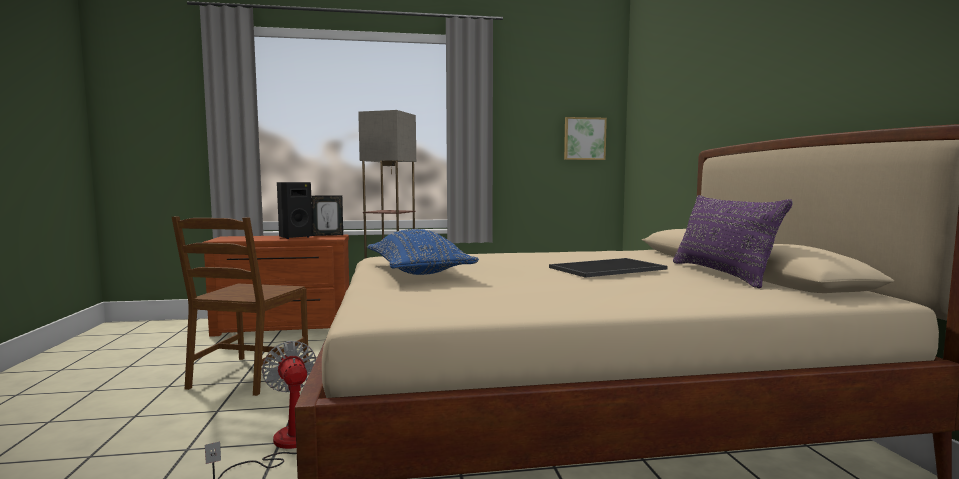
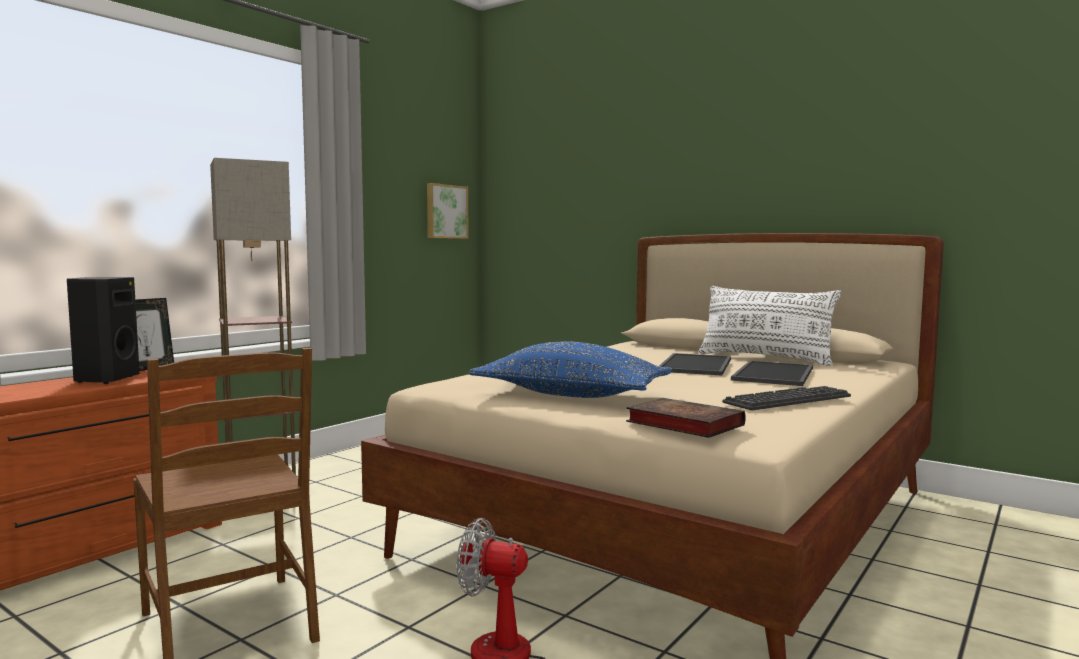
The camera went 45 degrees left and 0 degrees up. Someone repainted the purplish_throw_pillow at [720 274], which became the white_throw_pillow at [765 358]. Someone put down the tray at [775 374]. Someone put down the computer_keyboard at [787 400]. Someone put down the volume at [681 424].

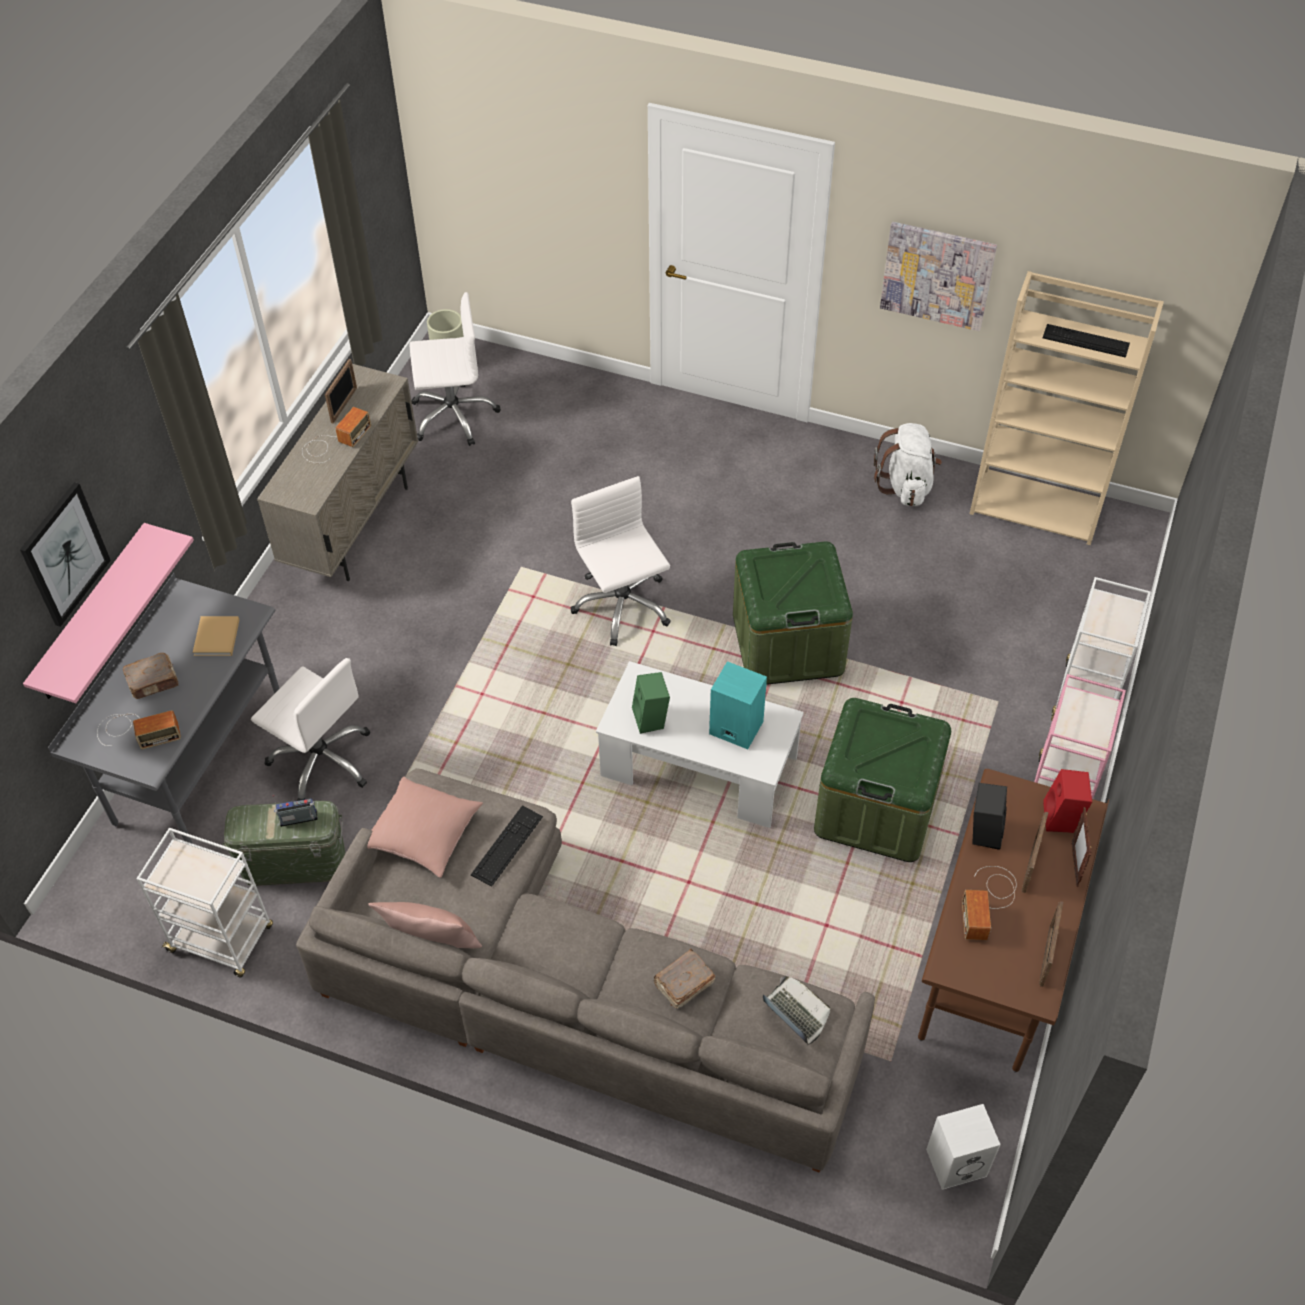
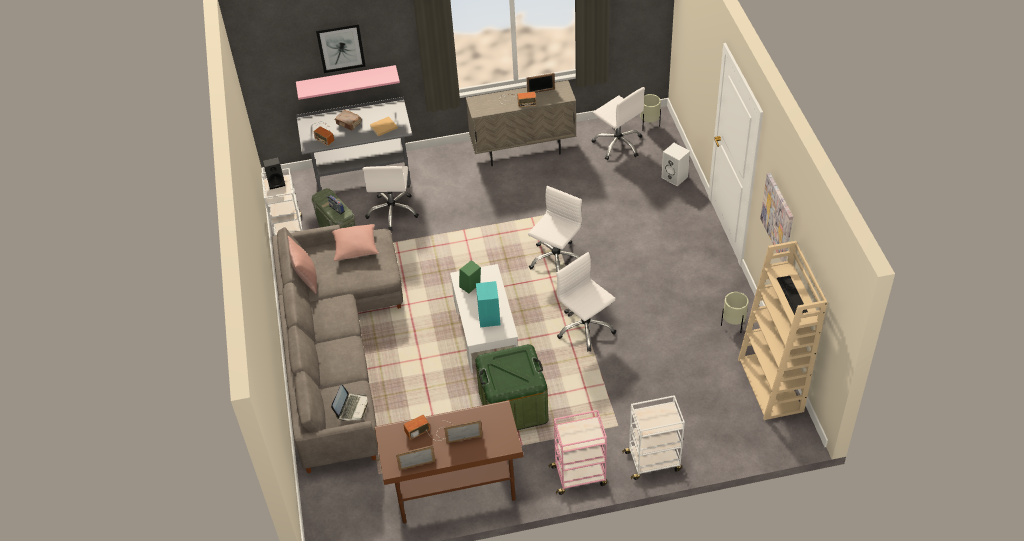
The camera went 60 degrees right and 5 degrees down. Someone swapped the white_backpack at [906 485] for the beige_planter at [733 325]. Someone swapped the greenish_storage_box at [787 643] for the white_desk_chair at [585 328]. Someone took away the red-coloured_loudspeaker at [1062 819]. Someone carried the black_loudspeaker from [983 831] to [277 182]. Someone took away the computer_keyboard at [507 845]. Someone took away the picture_frame at [1074 864]. Someone took away the brown_volume at [683 984]. Someone carried the white_loudspeaker from [957 1161] to [675 177].

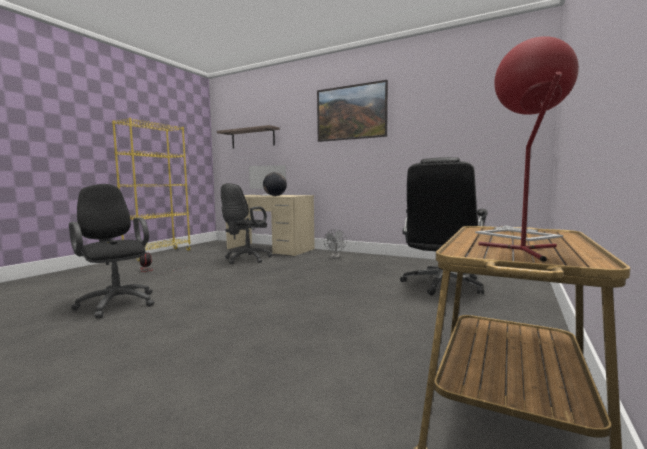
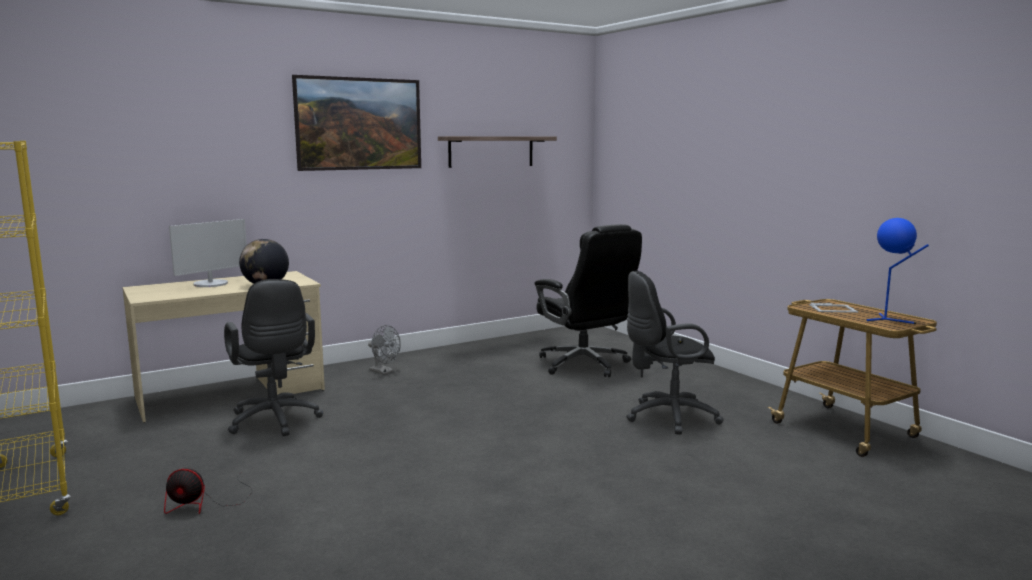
The camera went 60 degrees left and 5 degrees up. Someone repainted the red-coloured_table_lamp at [525 251], which became the blue-coloured_table_lamp at [889 320]. Someone carried the bracket_shelf from [252 138] to [491 151]. Someone carried the black_desk_chair from [116 303] to [667 417].

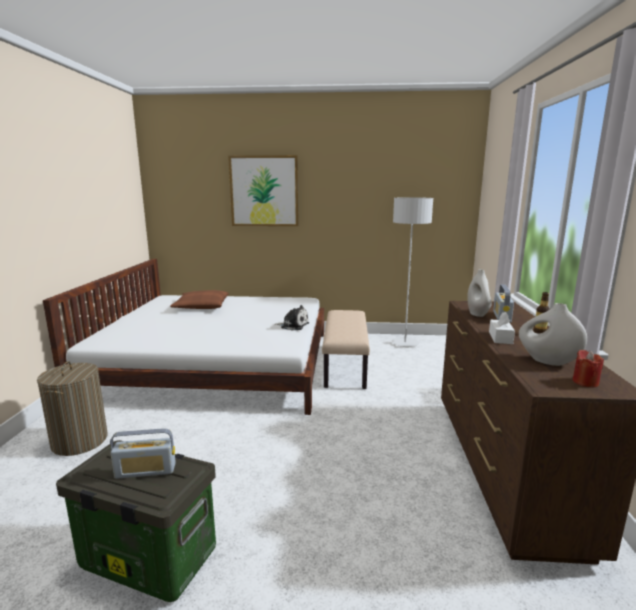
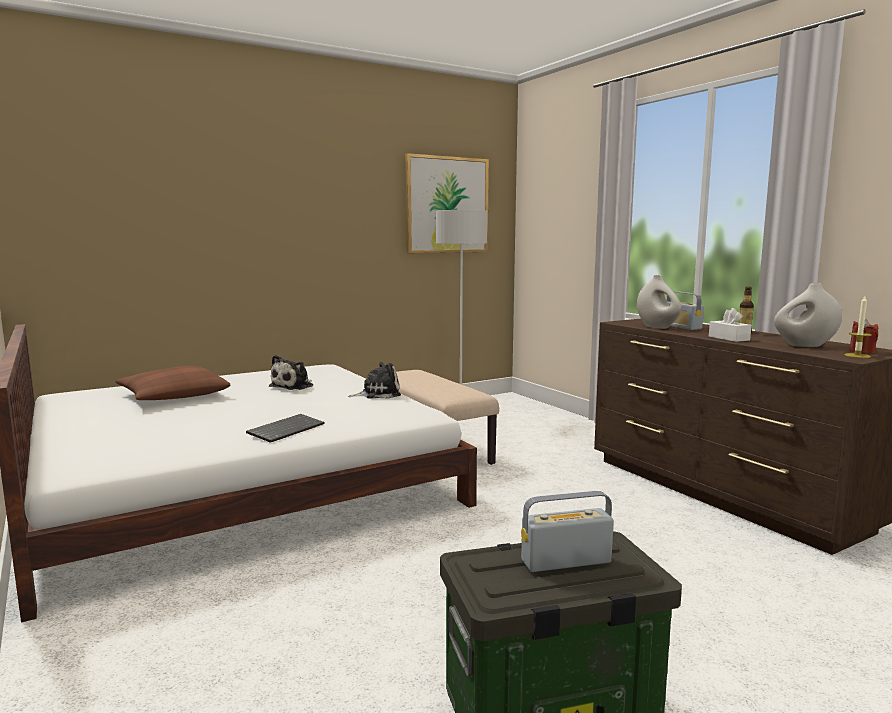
The camera went 35 degrees left and 5 degrees down. Someone carried the wall_picture from [264 191] to [447 205]. Someone took away the laundry_basket at [80 441]. Someone rotated the radio at [146 471] by 150 degrees counterclockwise. Someone put down the wax_light at [857 356]. Someone put down the cuddly_toy at [293 386]. Someone put down the computer_keyboard at [286 429].

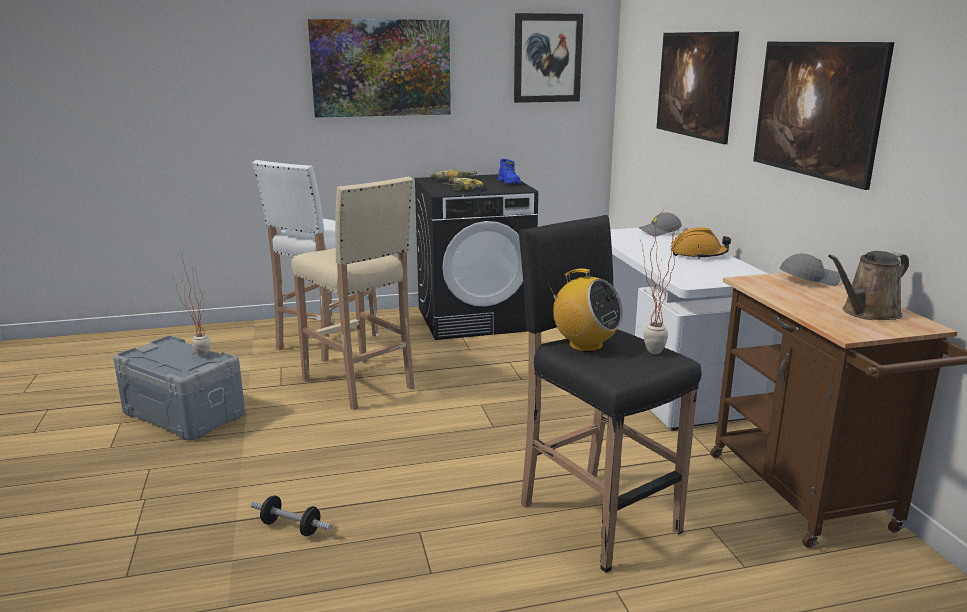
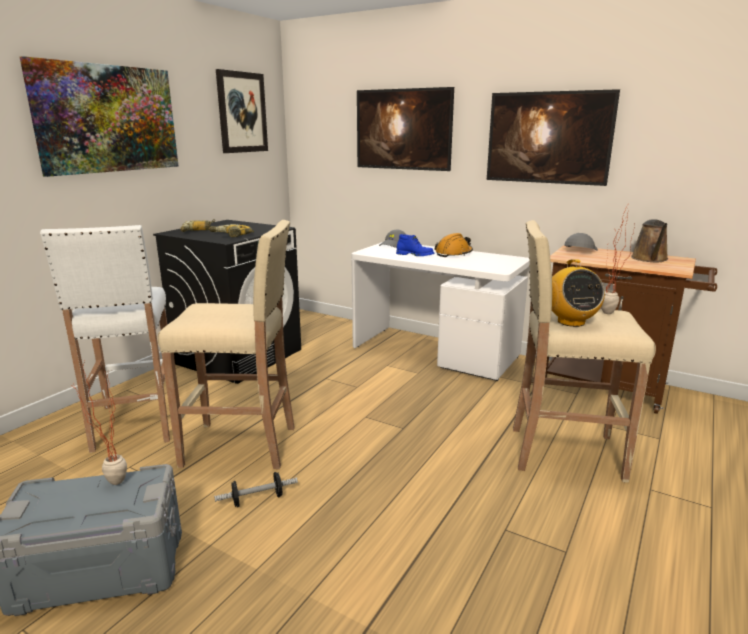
The camera went 45 degrees left and 0 degrees up. Someone carried the blue-coloured_high-top_boot from [509 182] to [415 255]. Someone repainted the black_sitting_stool at [596 516], which became the beige_sitting_stool at [562 452]. Someone rotated the radio at [585 345] by 90 degrees clockwise. Someone carried the hand_weight from [291 527] to [257 499].

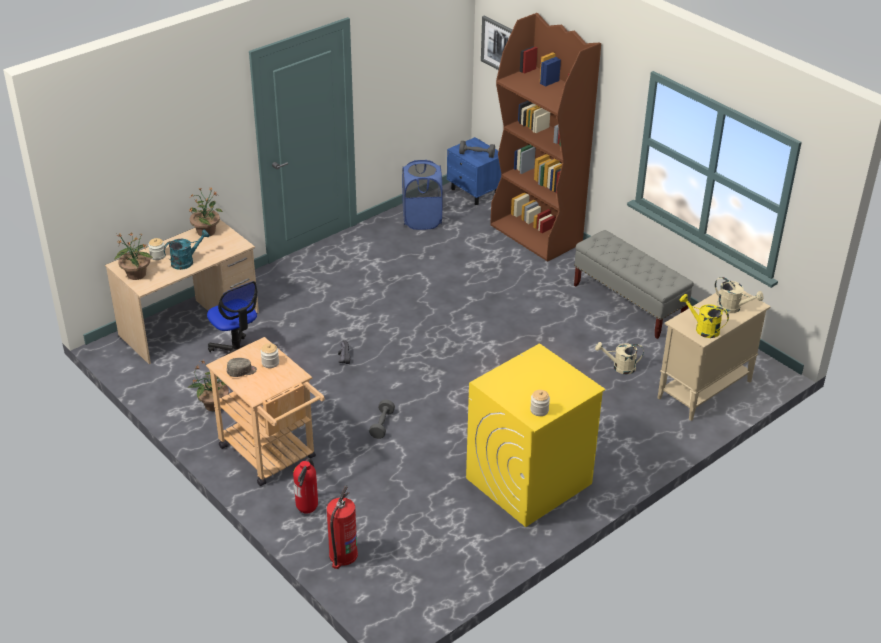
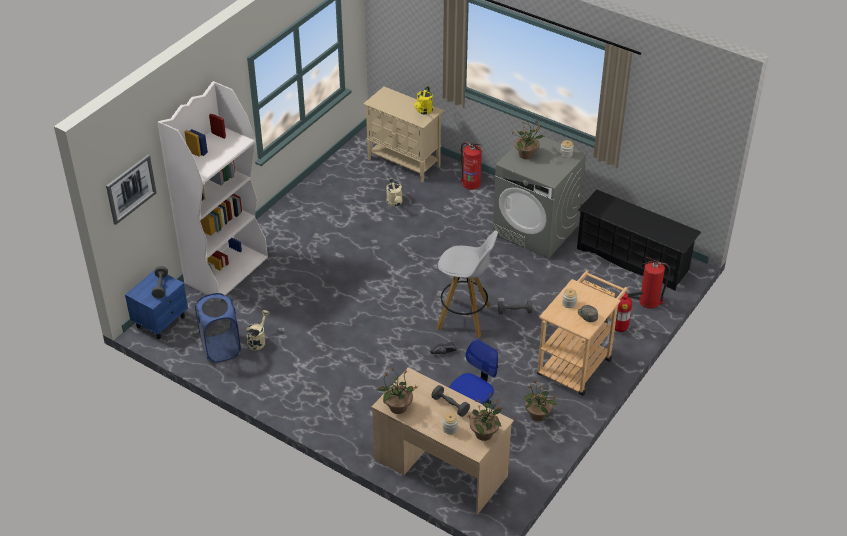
The camera went 105 degrees left and 5 degrees up. Someone repainted the brown_shelving_unit at [536 235], which became the white_shelving_unit at [226 270]. Someone swapped the turquoise_watering_pot at [186 261] for the gray_hand_weight at [450 405]. Someone took away the gray_bench at [628 304]. Someone carried the beige_watering_pot from [733 308] to [258 340]. Someone repainted the yellowish_washing_machine at [528 481], which became the gray_washing_machine at [536 229]. Someone put down the potted_plant at [526 154]. Someone put down the fire-fighting_cylinder at [470 183]. Someone put down the black_shoe_shelf at [633 259]. Someone put down the white_sitting_stool at [465 317].

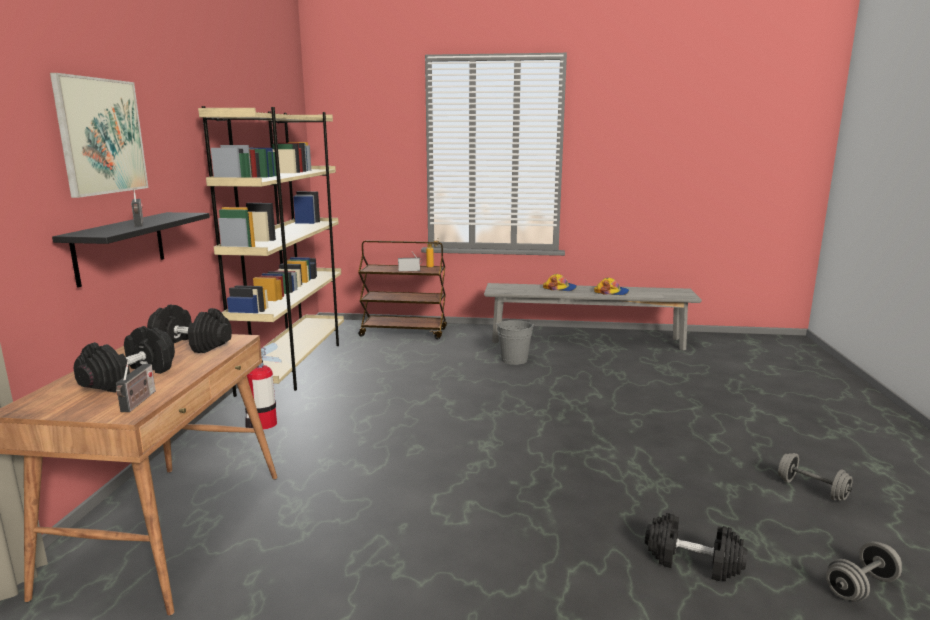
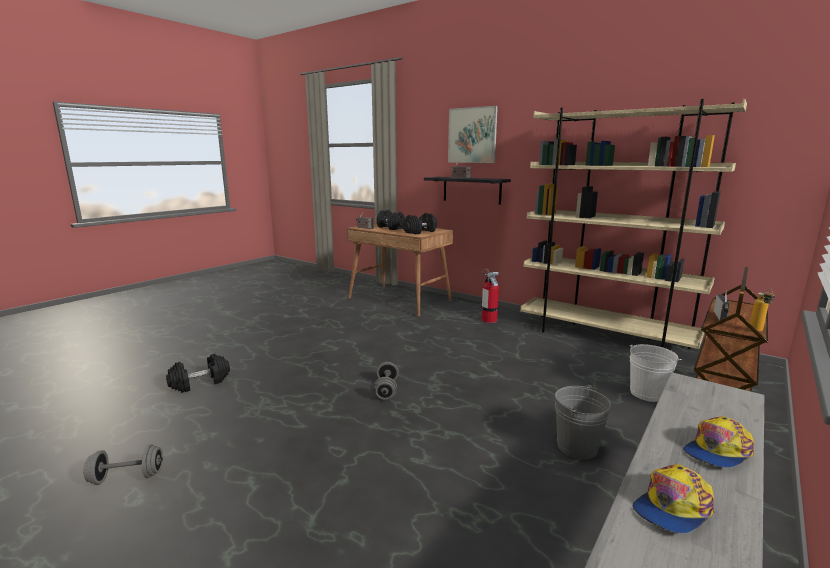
The camera went 120 degrees right and 0 degrees up. Someone carried the gray_hand_weight from [860 587] to [386 390]. Someone put down the white_bucket at [647 393].

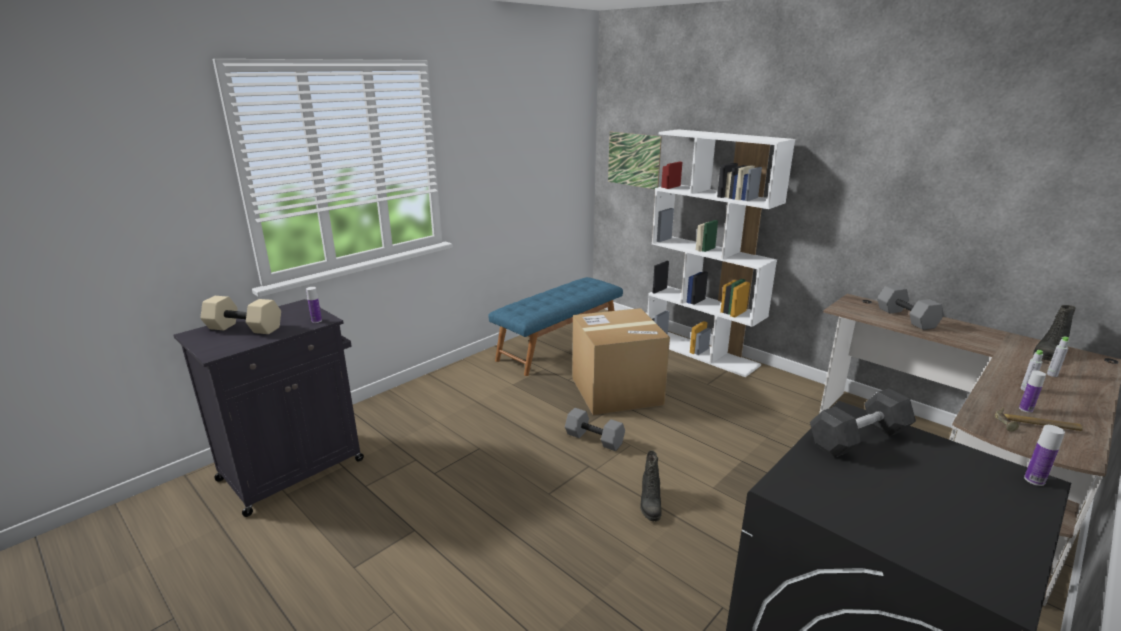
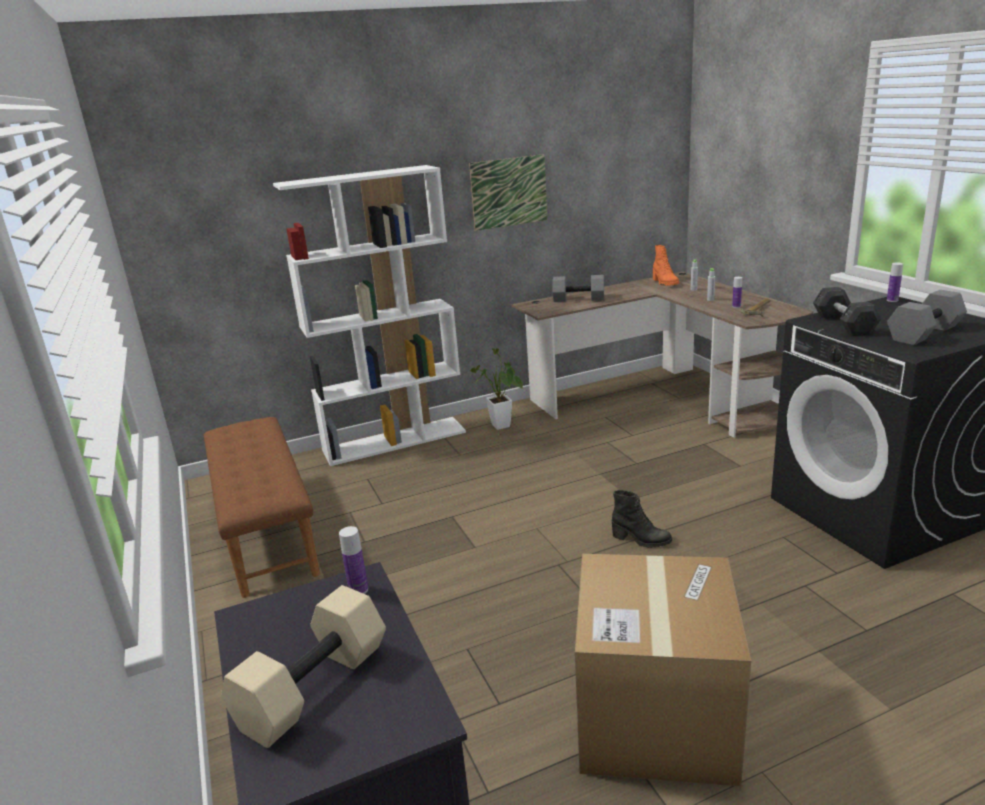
The camera went 65 degrees left and 0 degrees up. Someone carried the wall_picture from [633 160] to [509 192]. Someone repainted the blue-coloured_bench at [558 345], which became the brown_bench at [265 531]. Someone repainted the black_high-top_boot at [1047 354], which became the orange_high-top_boot at [664 283]. Someone carried the packing_box from [616 391] to [655 718]. Someone carried the gray_hand_weight from [595 439] to [923 333]. Someone put down the potted_plant at [502 427].

